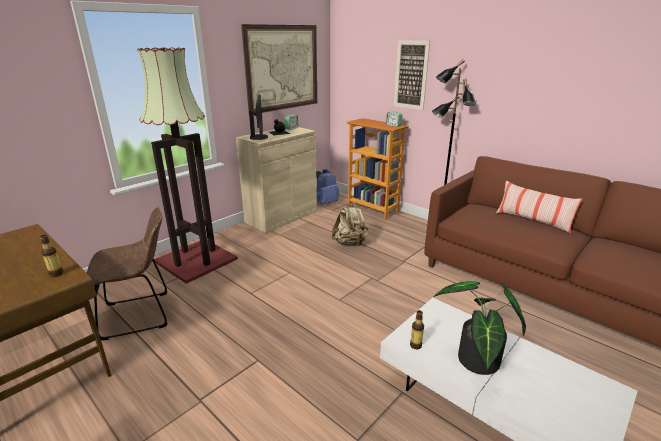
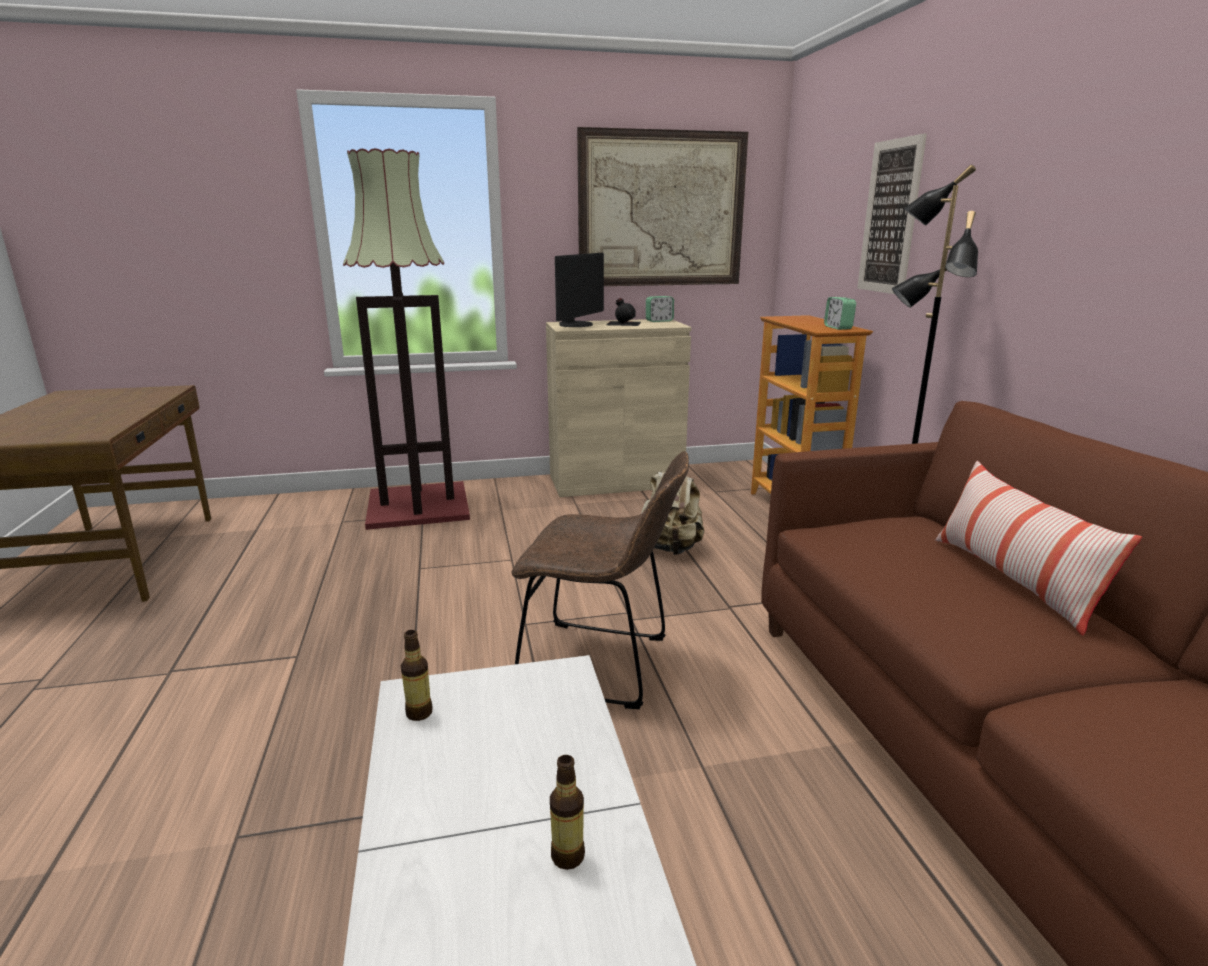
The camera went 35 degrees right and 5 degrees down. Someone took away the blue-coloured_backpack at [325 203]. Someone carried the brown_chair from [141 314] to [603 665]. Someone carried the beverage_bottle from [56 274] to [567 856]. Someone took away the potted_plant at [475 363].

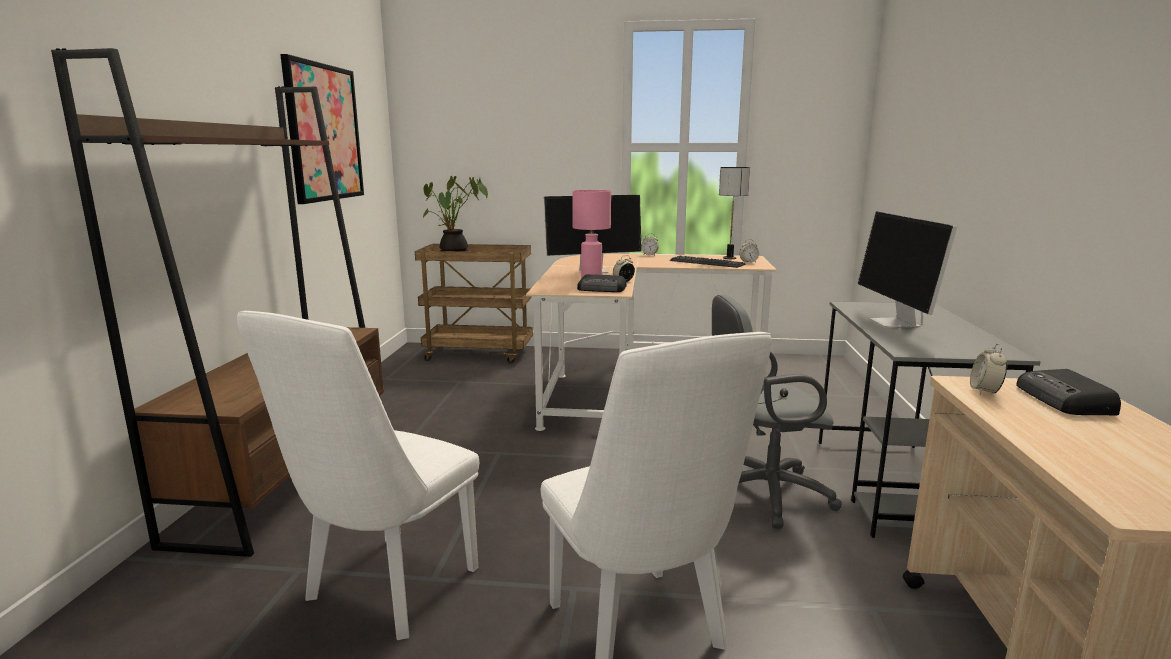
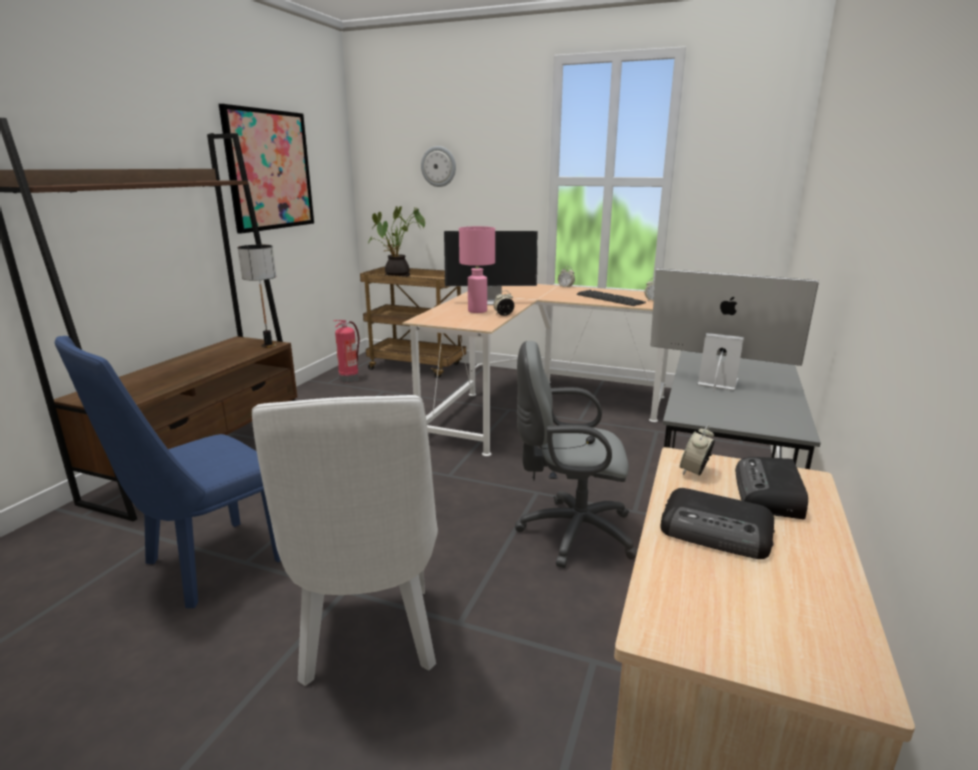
The camera went 15 degrees right and 5 degrees up. Someone carried the table_lamp from [729 258] to [268 346]. Someone rotated the computer_screen at [895 323] by 105 degrees clockwise. Someone carried the radio from [602 289] to [717 532]. Someone repainted the white_chair at [384 592], which became the blue-coloured_chair at [203 567]. Someone put up the clock_on_the_wall at [439 166]. Someone put down the fire-fighting_cylinder at [349 378].

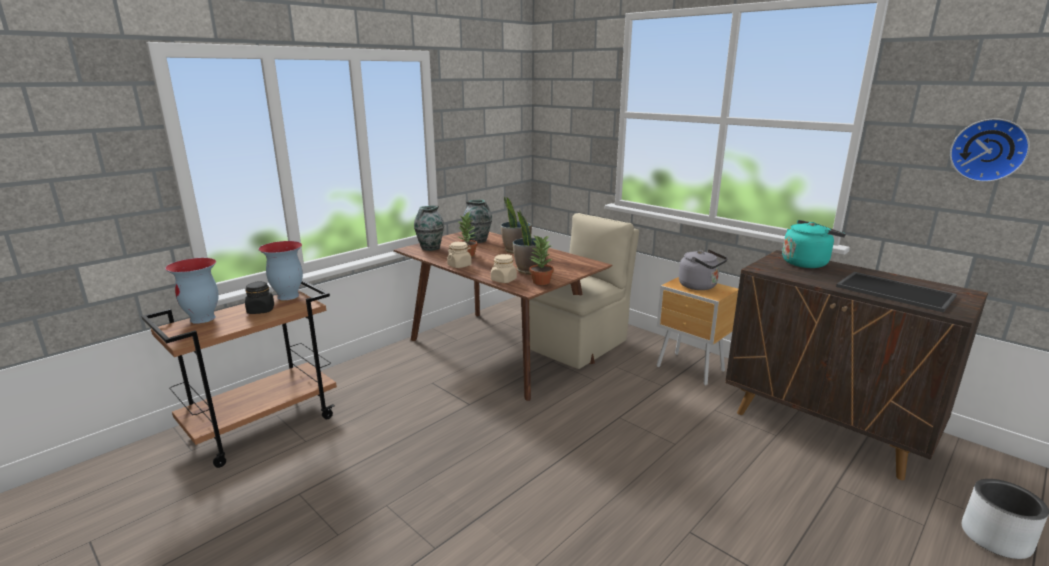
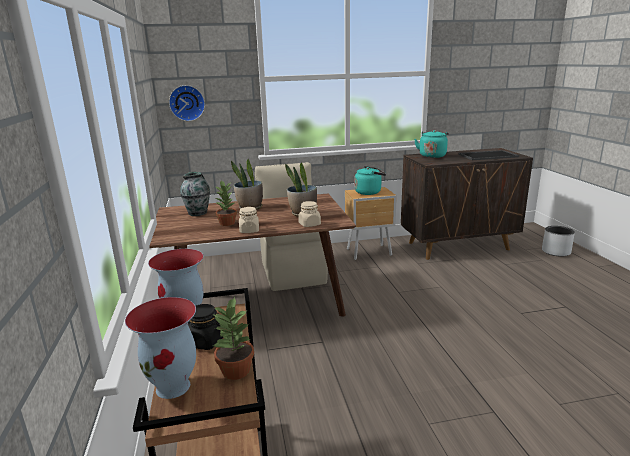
The camera went 55 degrees left and 0 degrees up. Someone carried the clock_on_the_wall from [989 150] to [187 103]. Someone took away the flower_vase at [430 248]. Someone carried the potted_plant from [540 282] to [235 371]. Someone repainted the gray_kettle at [700 286], which became the turquoise_kettle at [369 192].

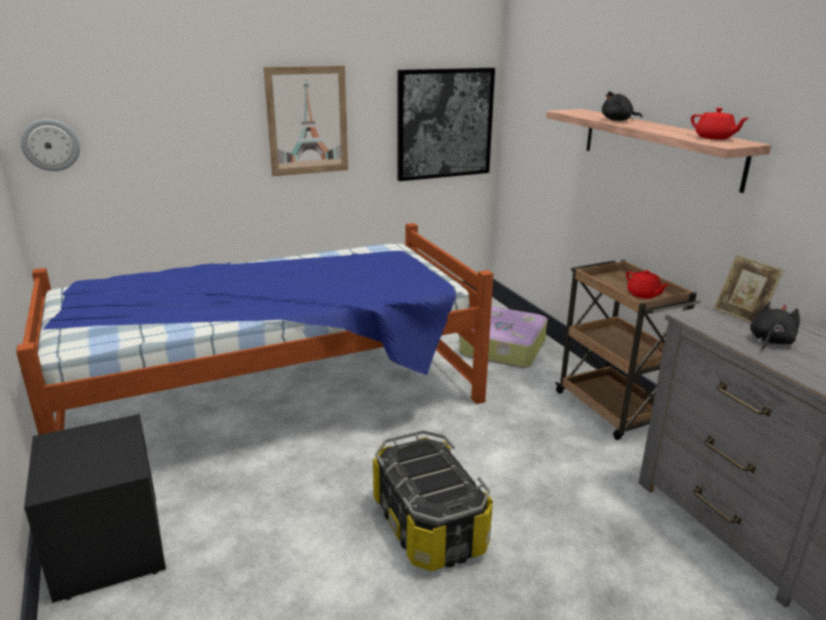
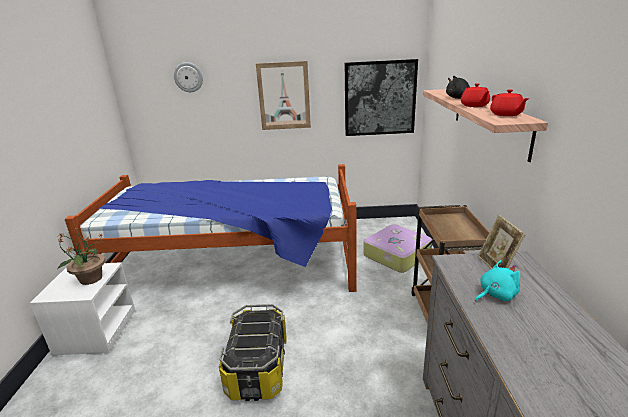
The camera went 25 degrees right and 0 degrees up. Someone carried the clock_on_the_wall from [50 145] to [188 77]. Someone carried the red-coloured_teapot from [643 295] to [474 106]. Someone repainted the black_cuddly_toy at [770 341], which became the turquoise_cuddly_toy at [495 295]. Someone repainted the black_bedside_table at [107 546], which became the white_bedside_table at [96 331]. Someone put down the potted_plant at [90 279].

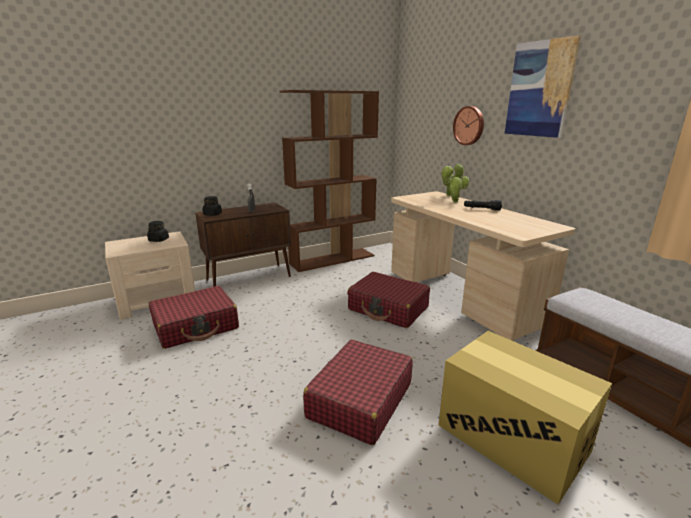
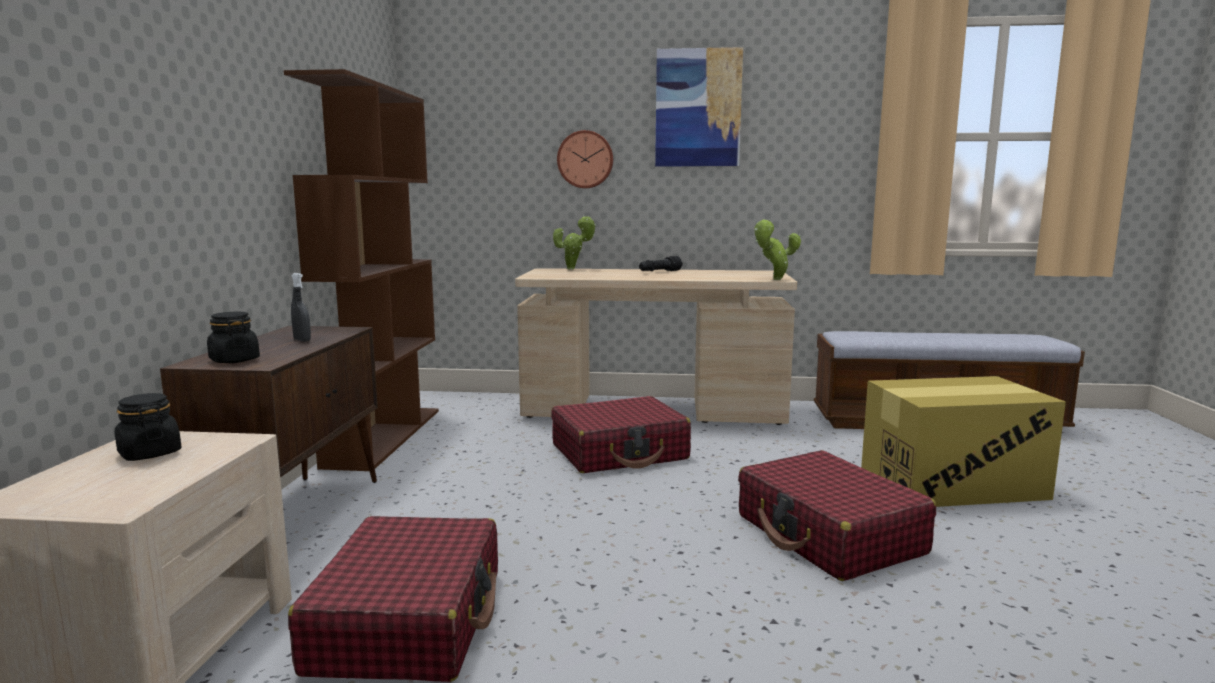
The camera went 55 degrees left and 10 degrees down. Someone carried the potted_plant from [453 201] to [774 279].

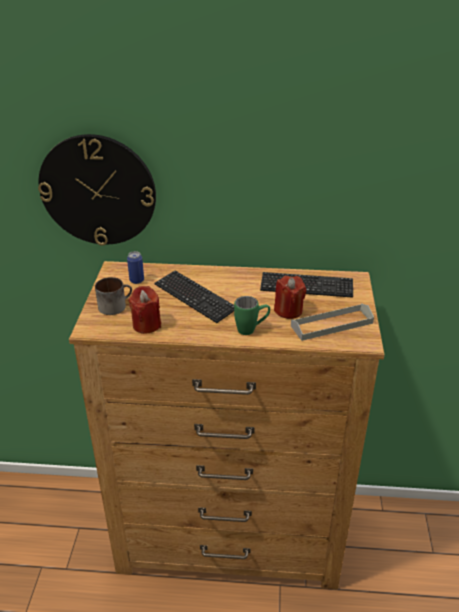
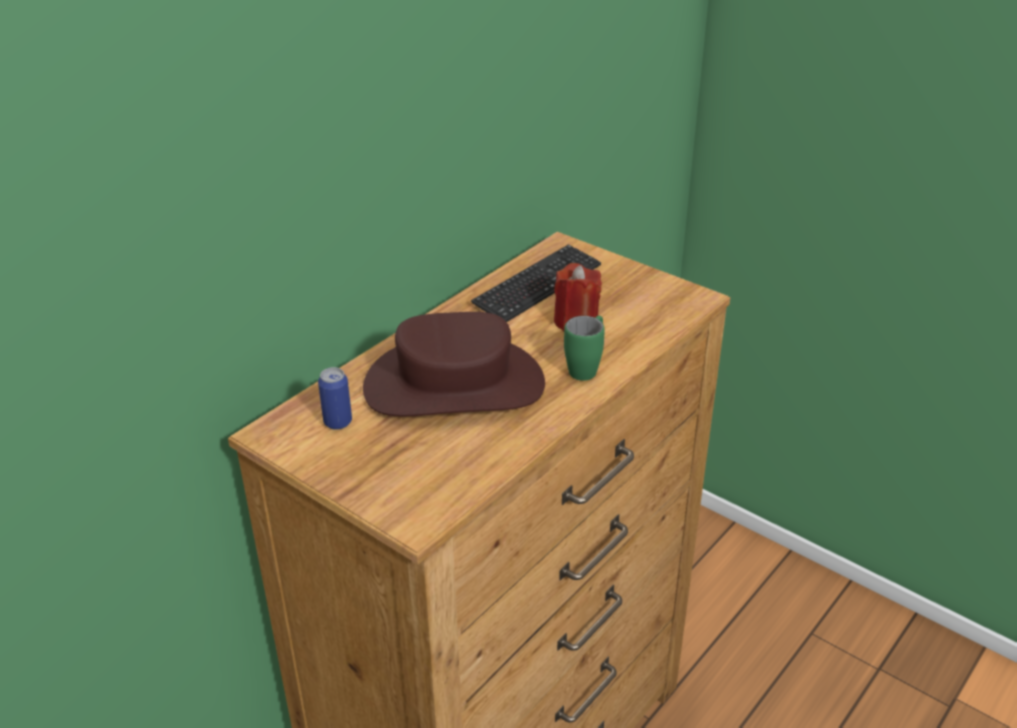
The camera went 55 degrees left and 0 degrees up. Someone took away the clock_on_the_wall at [98 190]. Someone swapped the computer_keyboard at [194 297] for the brown_clothing_hat at [454 384]. Someone took away the tea_mug at [115 305]. Someone took away the red-coloured_wax_light at [146 325]. Someone took away the gray_tray at [331 324].

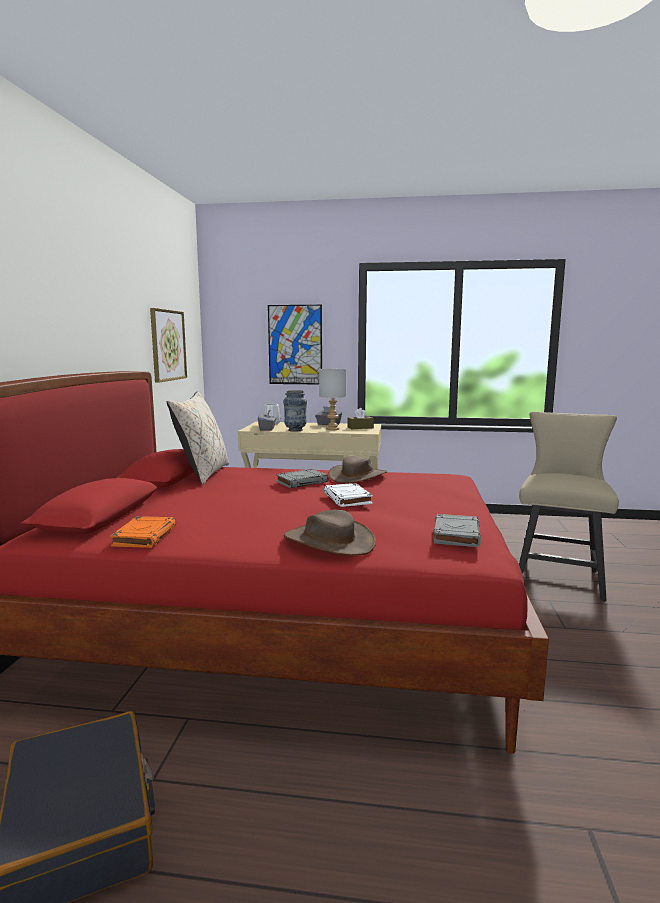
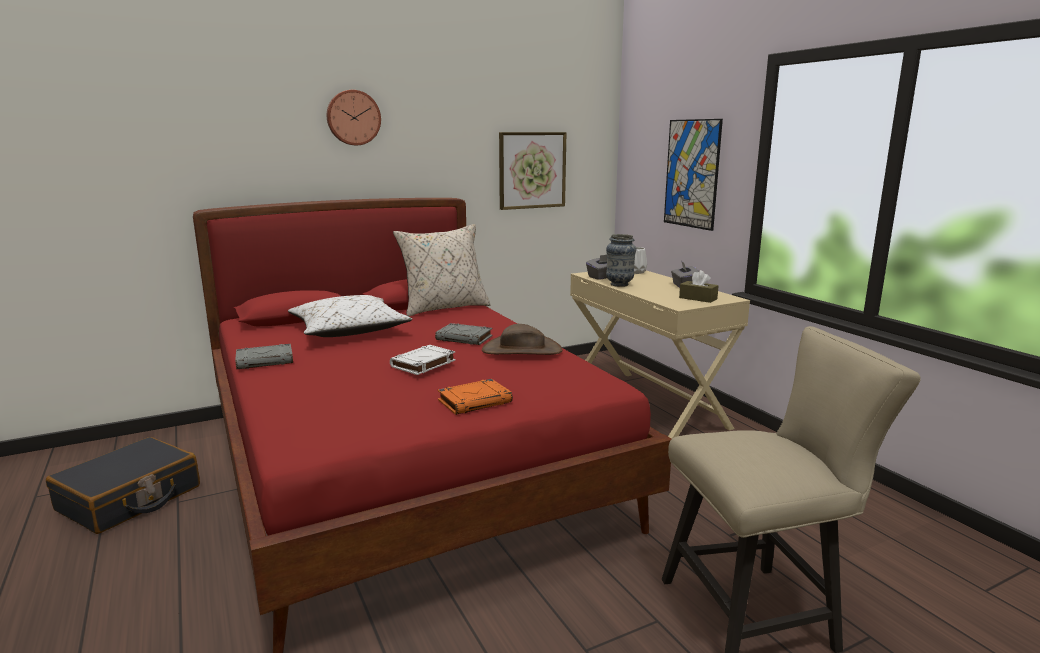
The camera went 55 degrees right and 5 degrees up. Someone took away the gray_table_lamp at [333 429]. Someone took away the brown_clothing_hat at [329 541]. Someone carried the gray_volume from [456 534] to [265 361]. Someone carried the orange_volume from [145 536] to [475 401]. Someone put up the clock_on_the_wall at [353 118]. Someone put down the white_throw_pillow at [349 331].

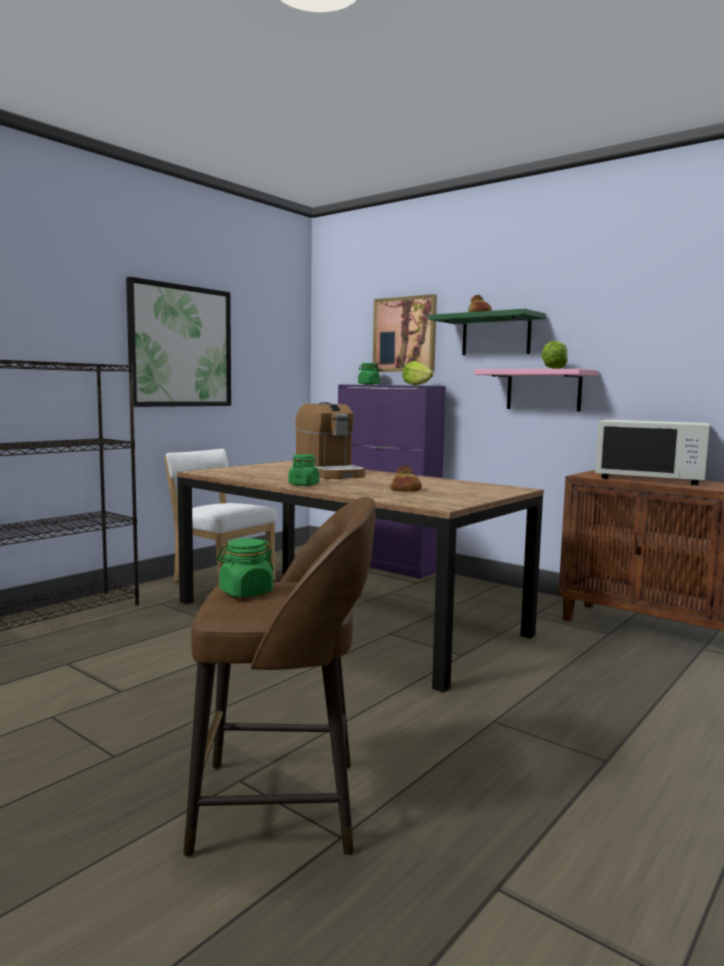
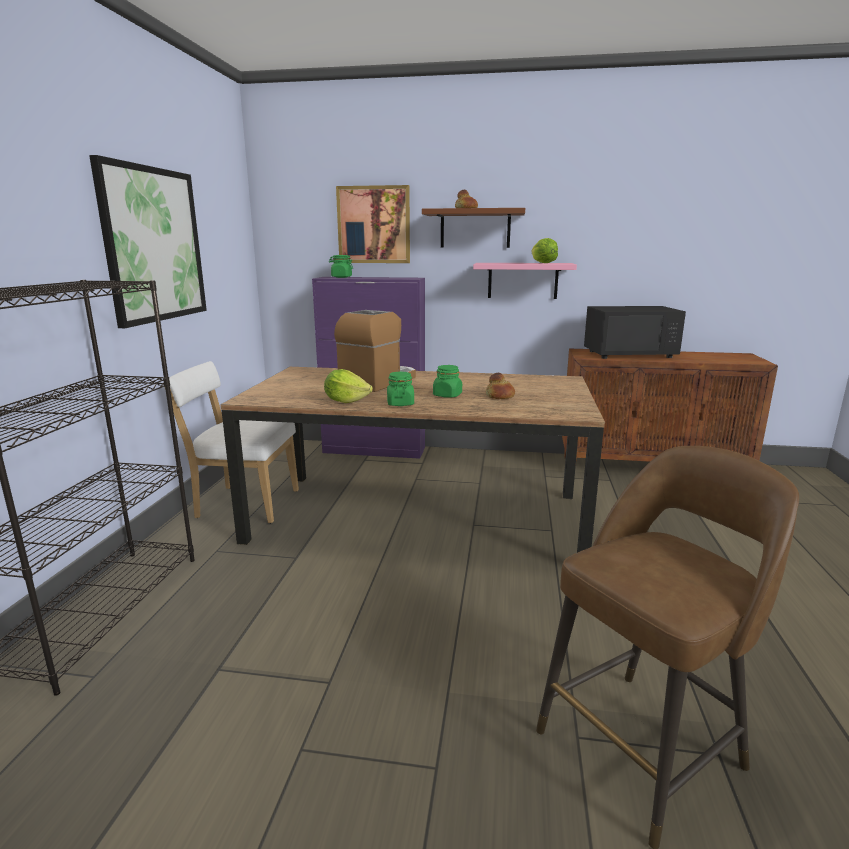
The camera went 30 degrees left and 10 degrees up. Someone repainted the greenish_bracket_shelf at [496 335], which became the brown_bracket_shelf at [475 229]. Someone carried the lettuce from [416 385] to [346 401]. Someone rotated the coffee_machine at [329 473] by 90 degrees counterclockwise. Someone repainted the white_microwave at [650 478], which became the black_microwave at [629 354]. Someone carried the greenish_storage_jar from [246 592] to [447 395].

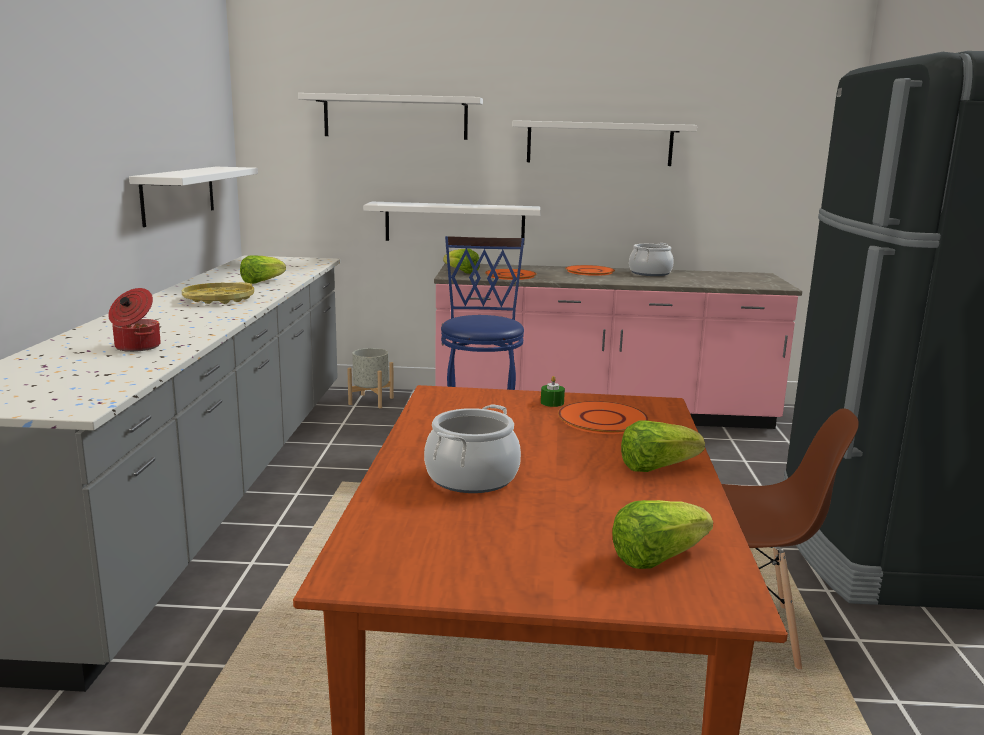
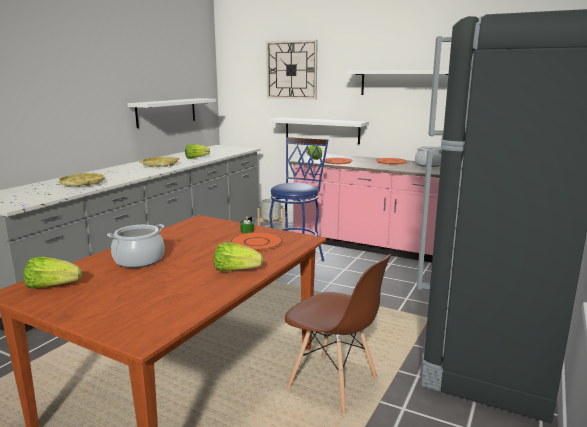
The camera went 25 degrees right and 0 degrees up. Someone swapped the white_bracket_shelf at [395 117] for the clock_on_the_wall at [291 70]. Someone swapped the saucepot at [136 347] for the yellowish_tray at [82 184]. Someone carried the lettuce from [656 558] to [52 286].

